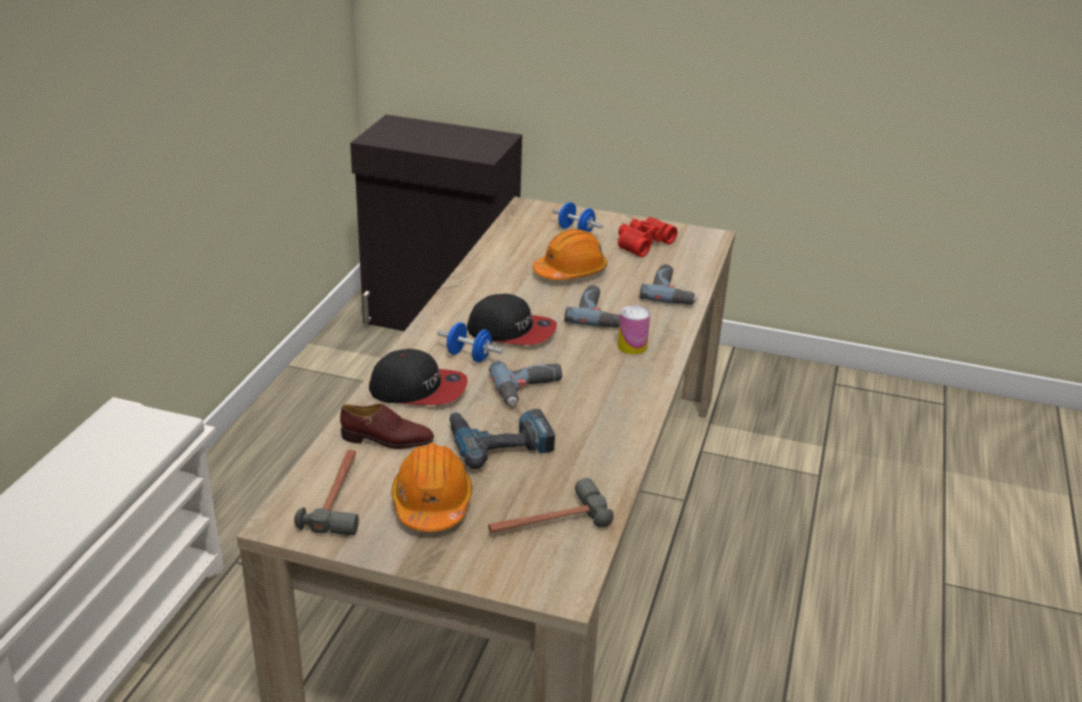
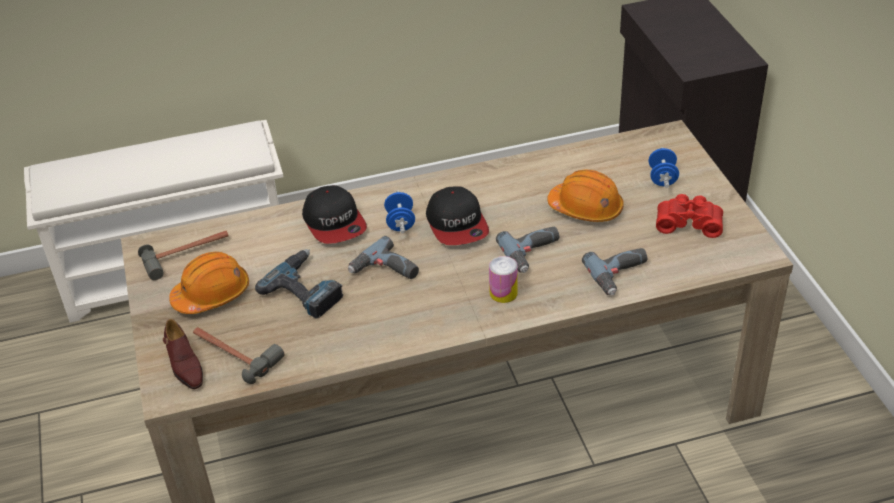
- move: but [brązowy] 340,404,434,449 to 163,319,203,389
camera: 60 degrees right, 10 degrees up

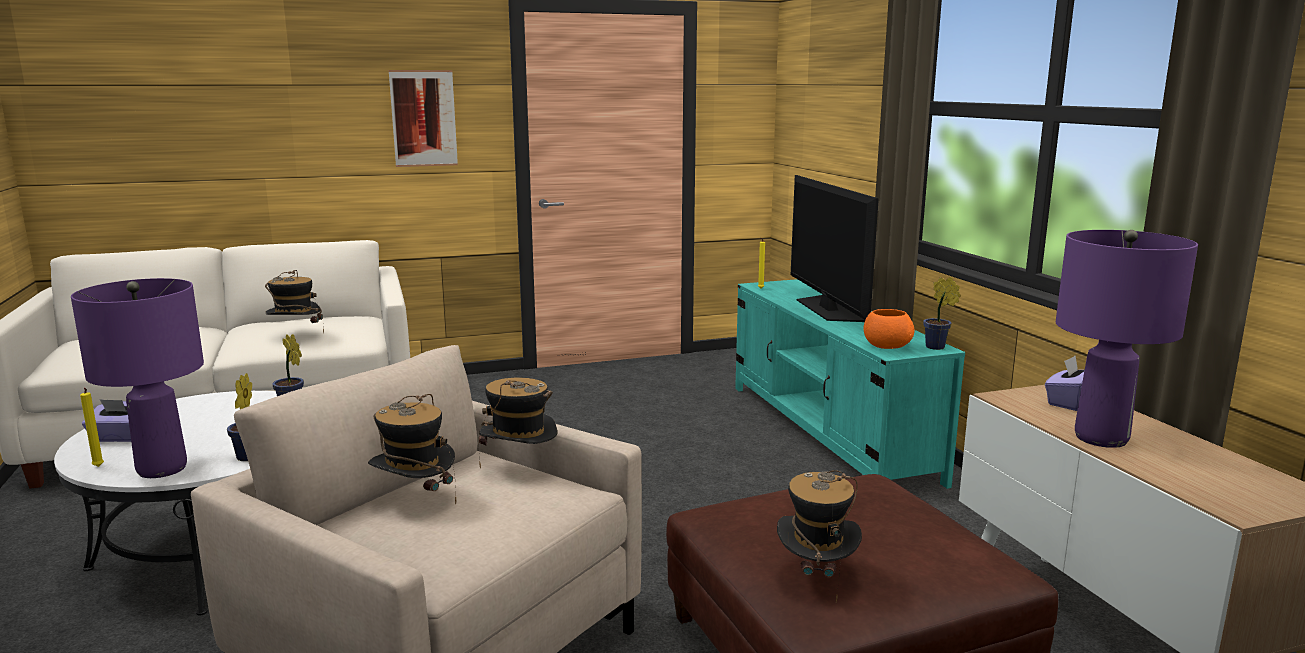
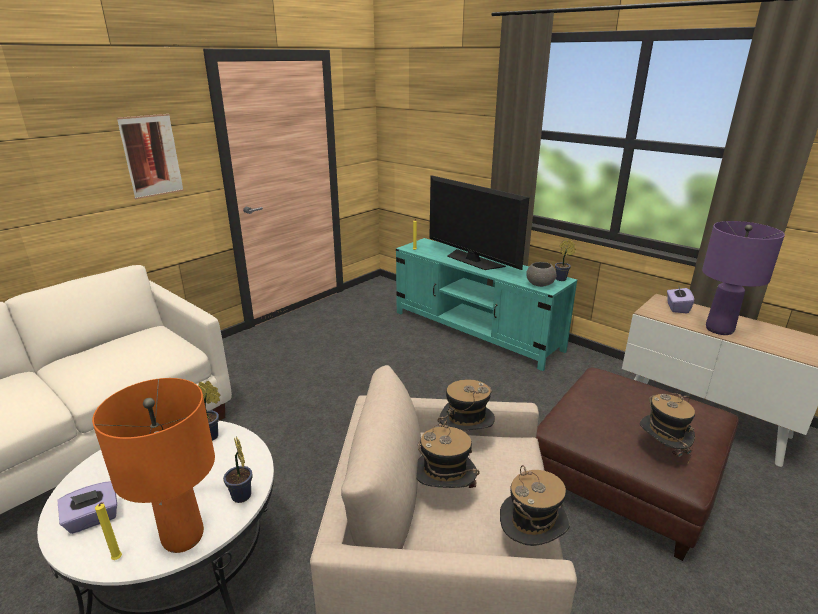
- recolor: lampa stołowa [fioletowy] 71,278,204,478 to lampa stołowa [pomarańczowy] 92,378,215,553
- move: kapelusz 265,270,324,332 to 500,465,570,546
- recolor: miska [pomarańczowy] 863,309,914,349 to miska [szary] 526,262,557,287
camera: 30 degrees left, 10 degrees up

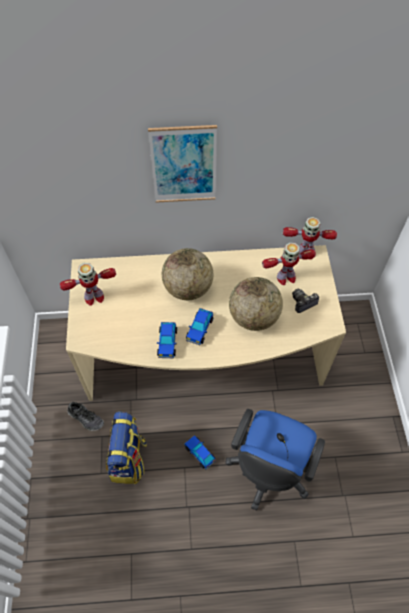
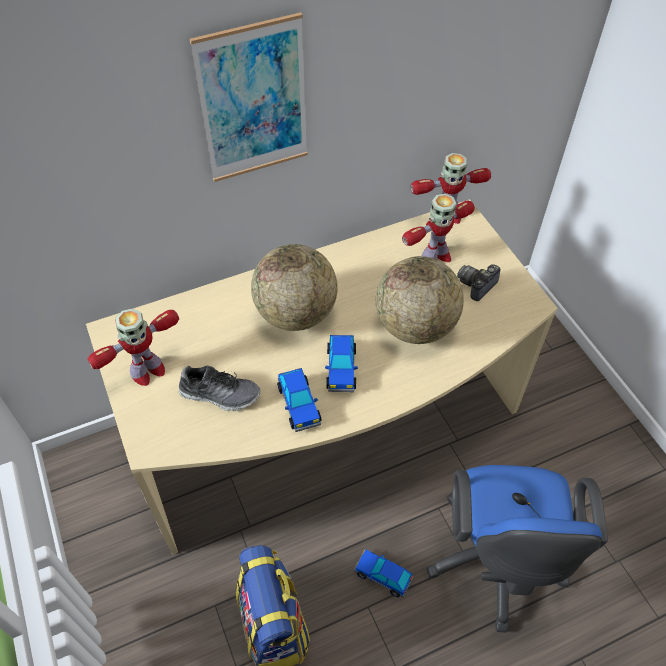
- move: but 68,402,104,431 to 179,365,260,411
camera: 20 degrees left, 5 degrees down

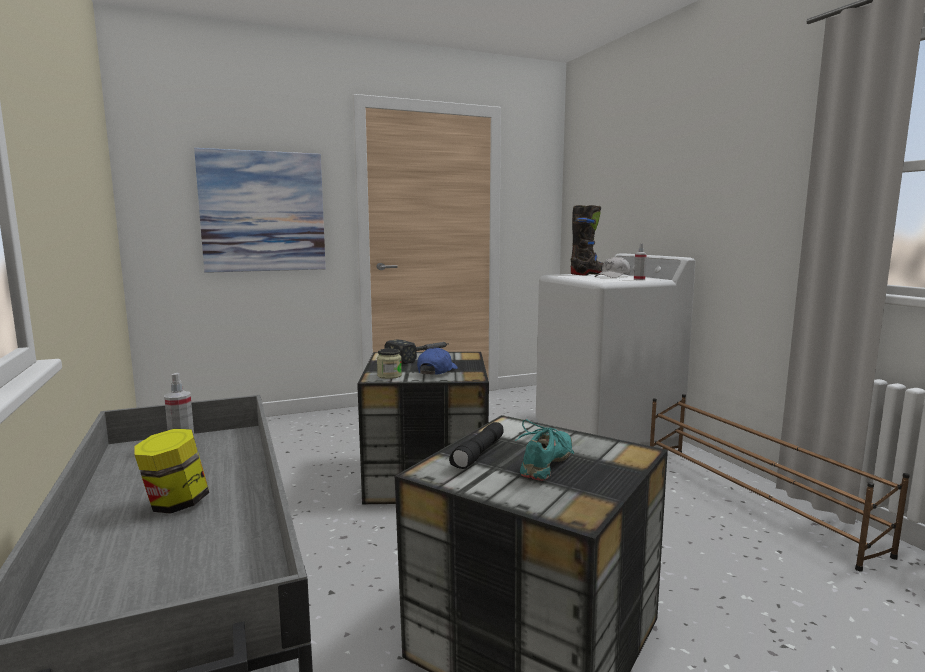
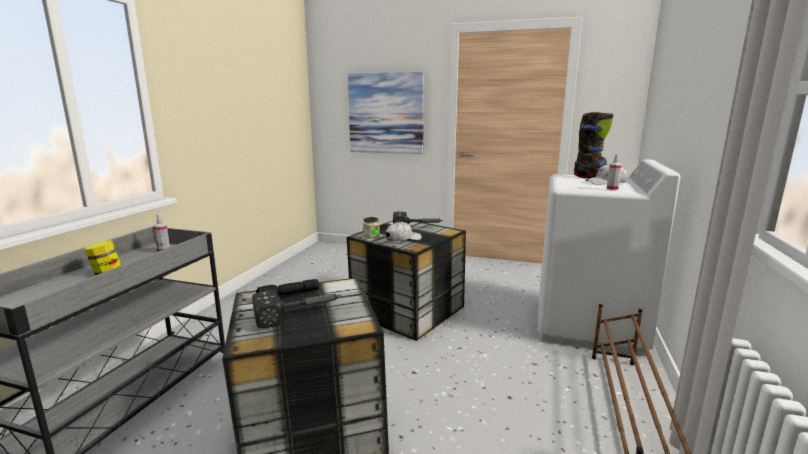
- replace: but [turkusowy] 515,419,574,481 to młotek 252,290,341,328
- recolor: czapka z daszkiem [niebieski] 417,348,458,375 to czapka z daszkiem [biały] 386,222,422,241
camera: 40 degrees right, 5 degrees up

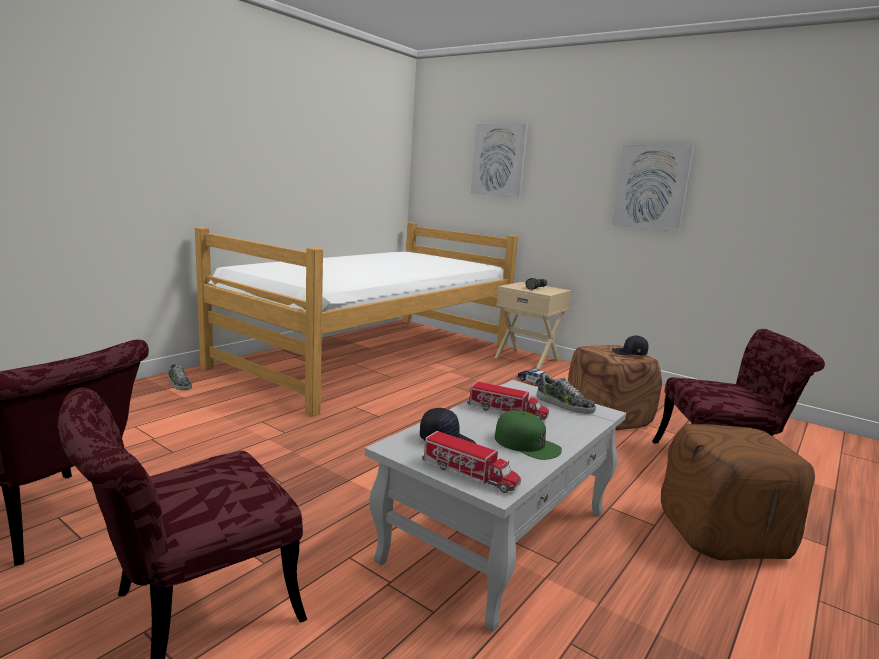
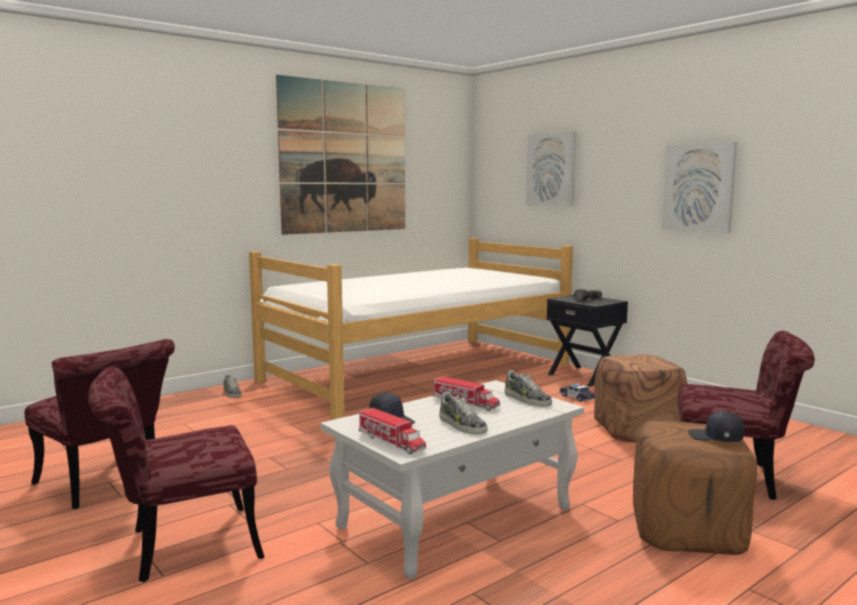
- insert: obraz 276,75,405,235
- replace: czapka z daszkiem [zielony] 495,410,562,460 to but 439,392,488,434
- recolor: szafka nocna [beżowy] 495,282,571,369 to szafka nocna [czarny] 547,295,628,386
- move: czapka z daszkiem [czarny] 612,336,648,355 to 688,411,744,442
camera: 15 degrees right, 5 degrees down

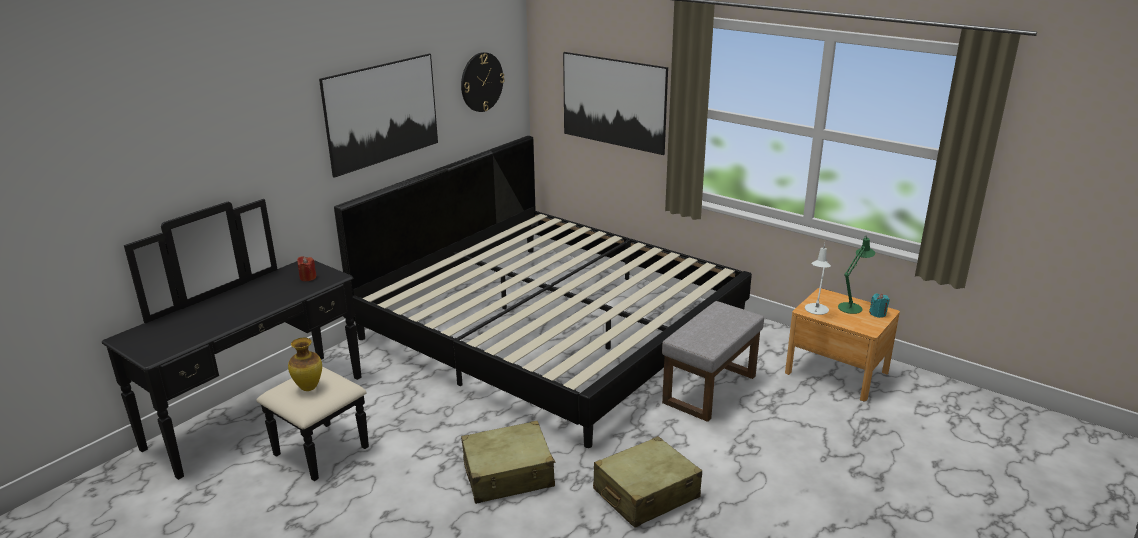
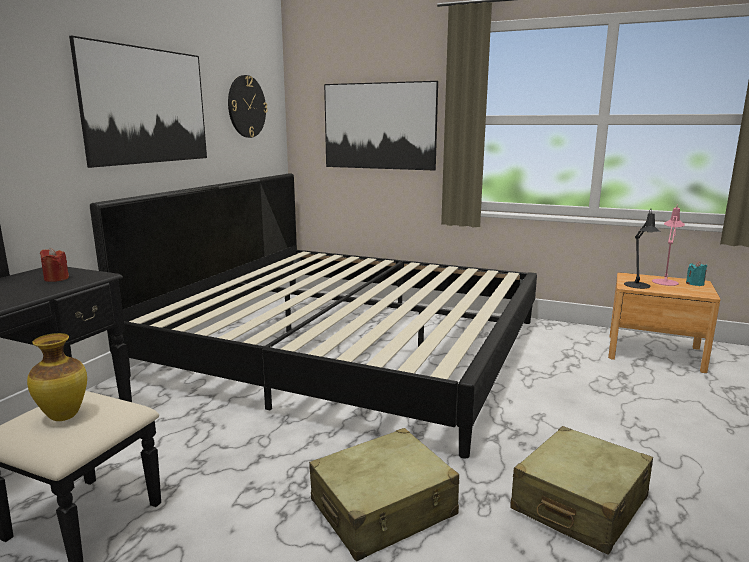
- recolor: lampa stołowa [biały] 805,243,831,315 to lampa stołowa [czarny] 624,208,661,289
- recolor: lampa stołowa [zielony] 838,235,875,314 to lampa stołowa [różowy] 652,206,685,286
- delete: pufa [szary] 662,301,764,422
camera: 15 degrees left, 10 degrees down

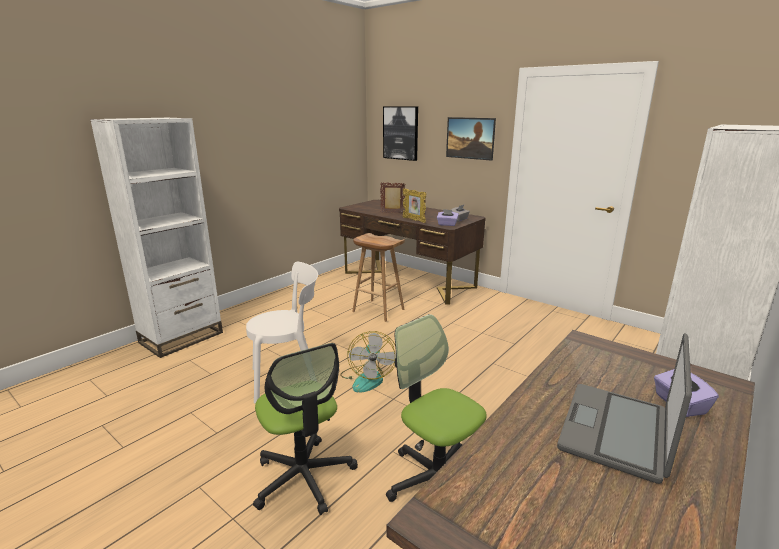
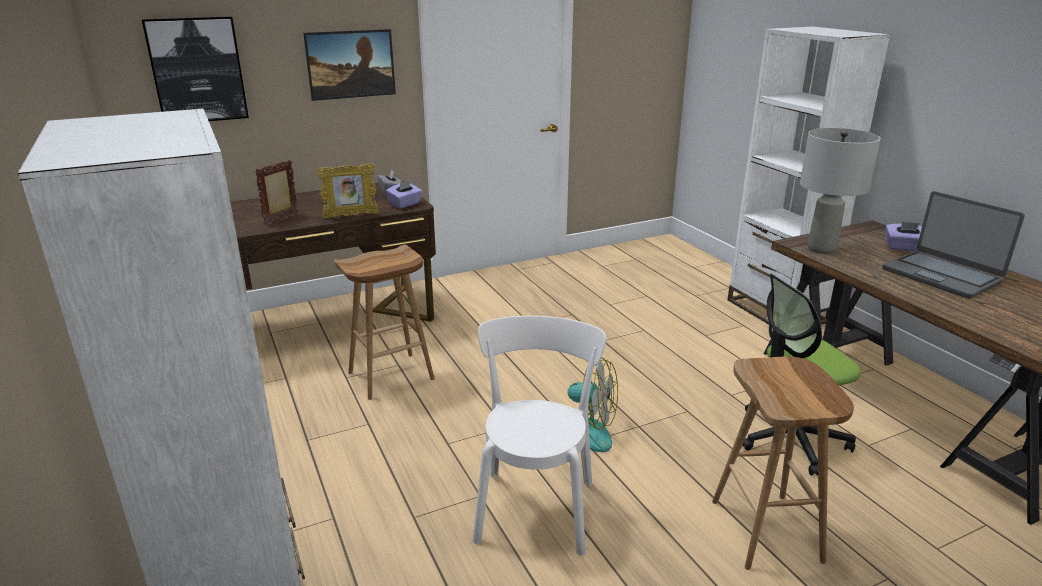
- replace: krzesło biurowe 253,343,358,515 to stołek [brązowy] 712,356,854,570
- insert: lampa stołowa [szary] 800,128,881,254
camera: 65 degrees left, 5 degrees up

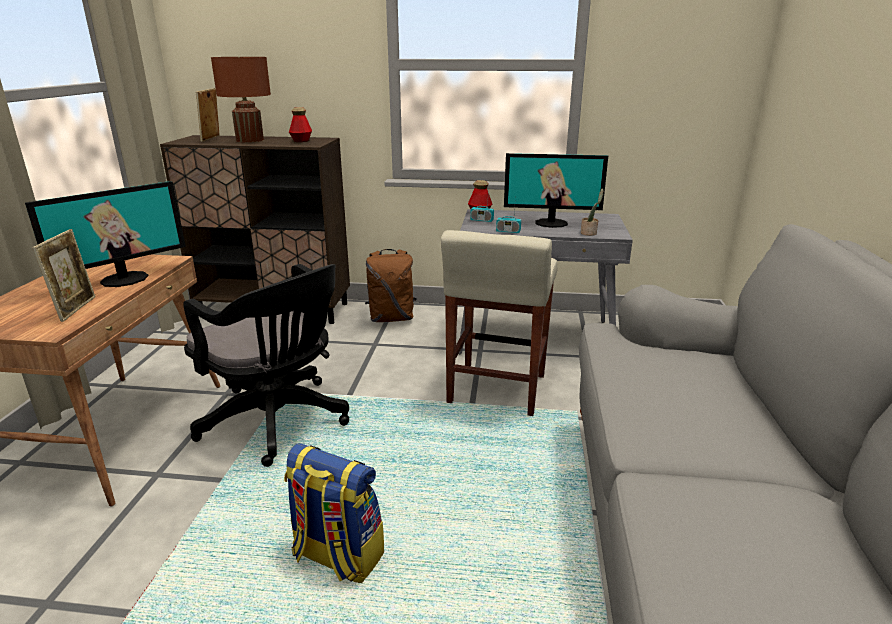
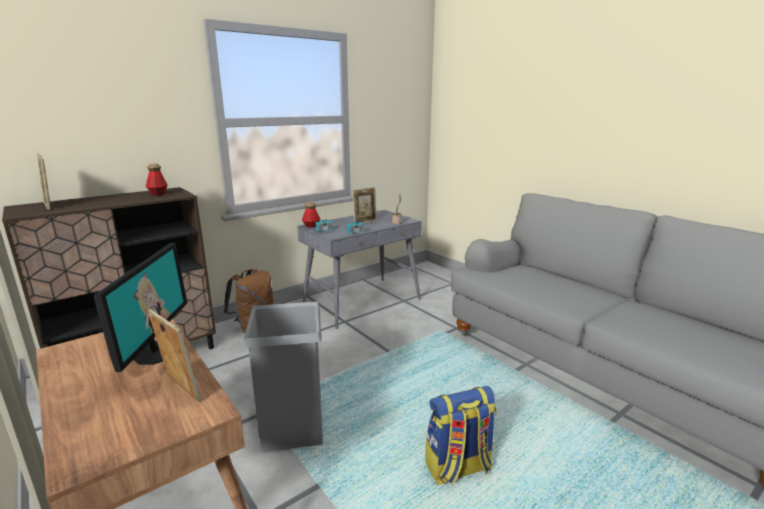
- replace: krzesło biurowe [czarny] 183,264,349,467 to kosz na śmieci [szary] 243,302,323,452
- replace: monitor 504,153,608,228 to ramka na zdjęcie 352,187,377,223
- delete: lampa stołowa [brązowy] 211,57,271,142
- delete: stołek [beżowy] 441,230,557,416
camera: 45 degrees left, 5 degrees down

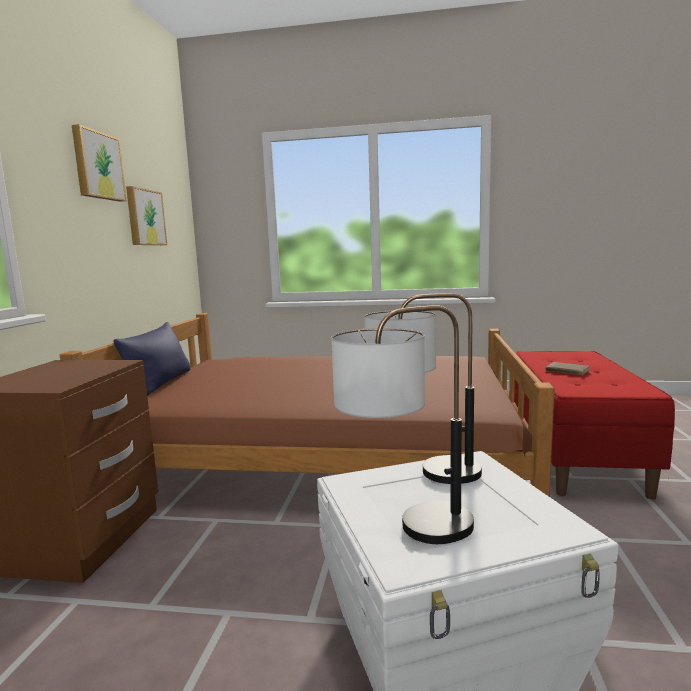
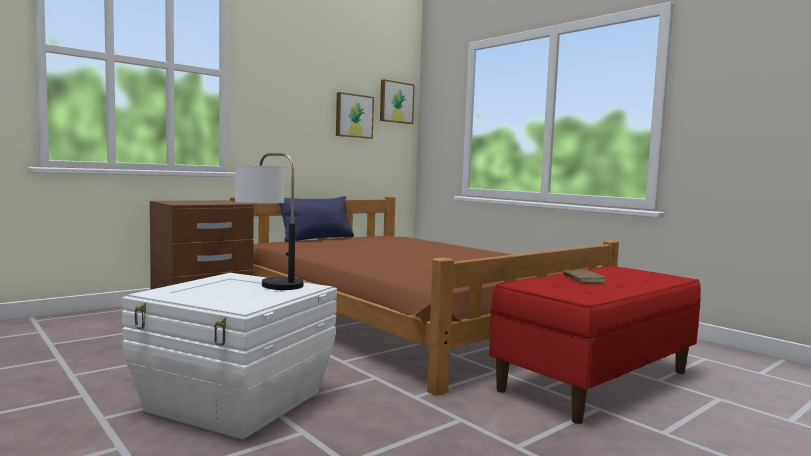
- move: obraz 72,124,127,202 to 380,79,415,124
- delete: lampa stołowa 331,306,474,544
camera: 40 degrees right, 5 degrees down

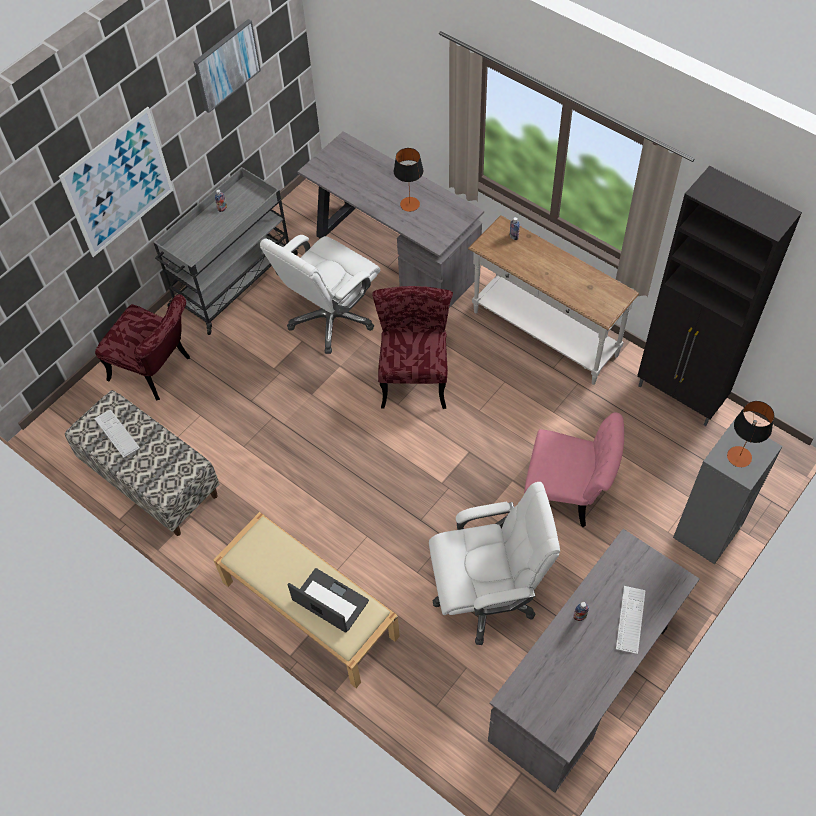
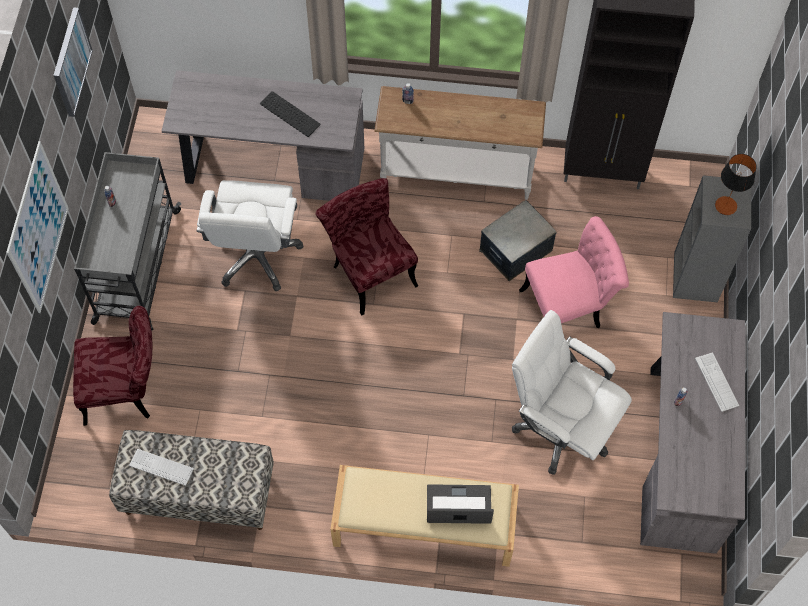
- replace: lampa stołowa 394,148,423,212 to klawiatura 260,91,320,137
- insert: pojemnik do przechowywania 479,200,557,281
- rotate: krzesło biurowe [biały] 429,482,560,645 = 512,310,632,475 105 degrees counterclockwise
camera: 35 degrees left, 5 degrees up

